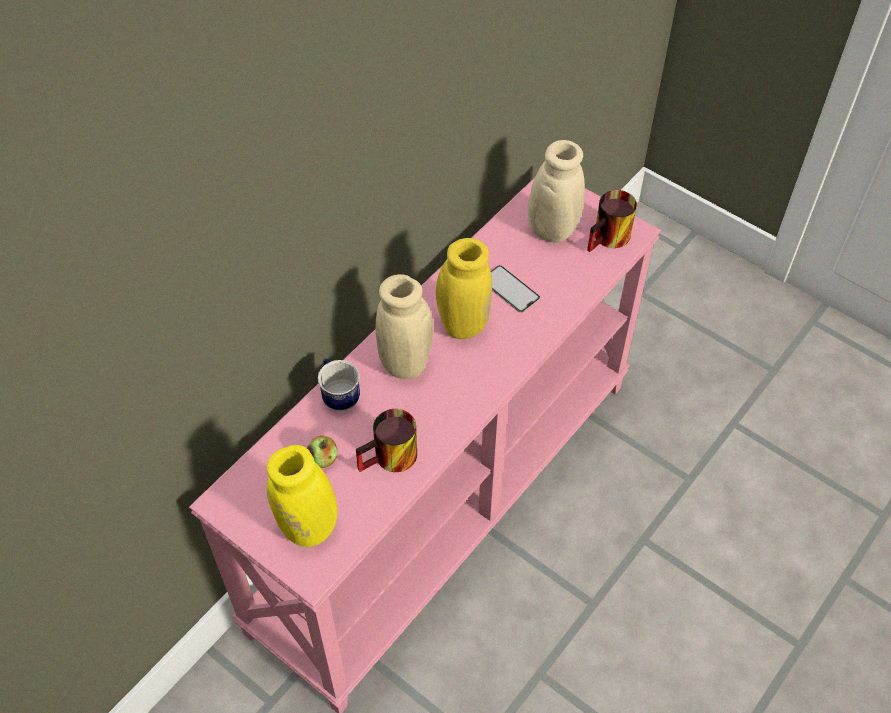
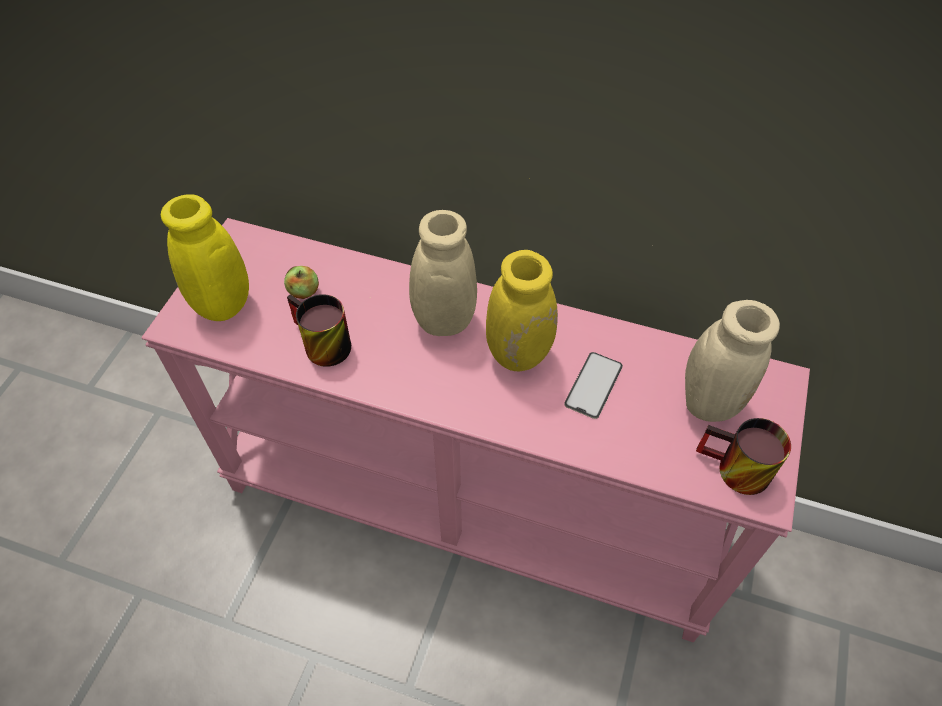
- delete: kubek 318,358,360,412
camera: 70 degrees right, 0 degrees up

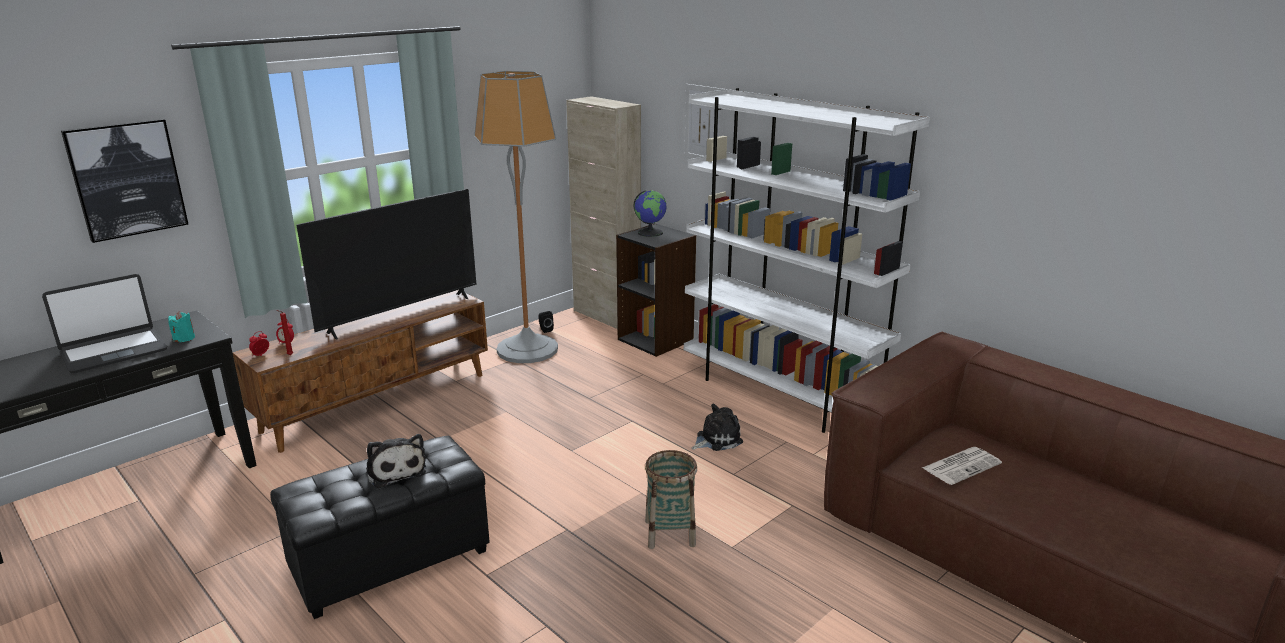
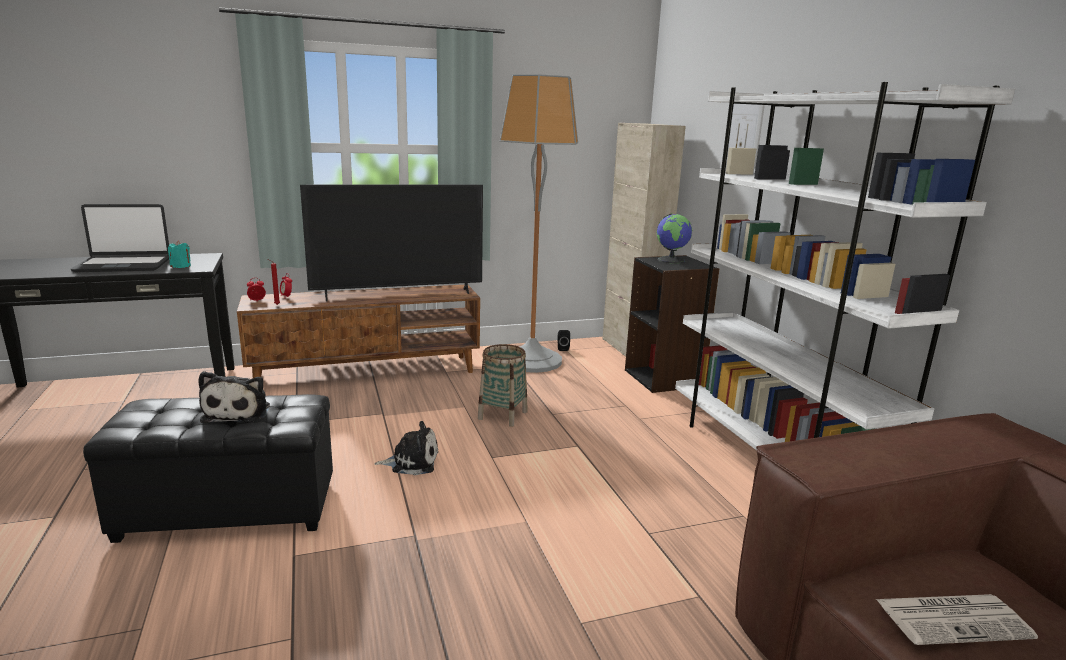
- move: pluszak 692,404,743,451 to 374,421,438,475
- move: koszyk 645,450,697,549 to 478,344,527,427
- delete: obraz 61,119,188,243
camera: 25 degrees right, 5 degrees down

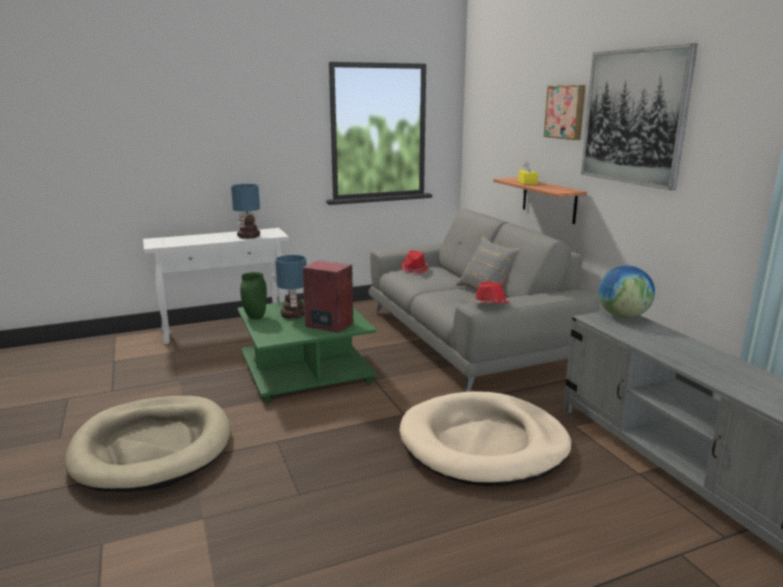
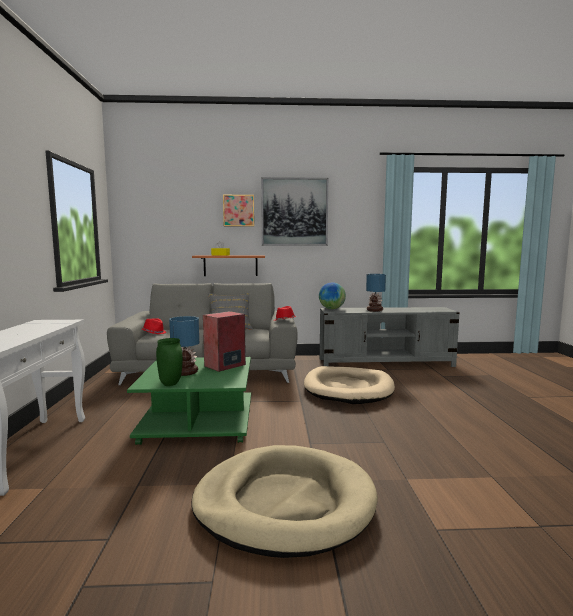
- move: lampa stołowa 231,184,260,239 to 366,274,386,312
camera: 70 degrees left, 10 degrees down

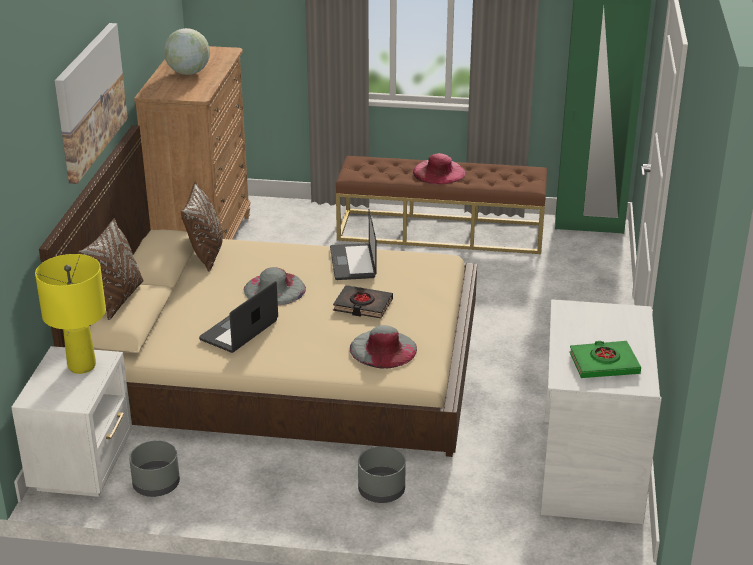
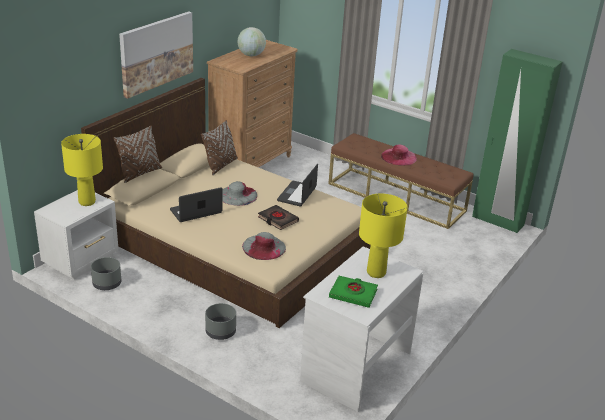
- insert: lampa stołowa [żółty] 359,193,408,278
camera: 25 degrees right, 0 degrees up

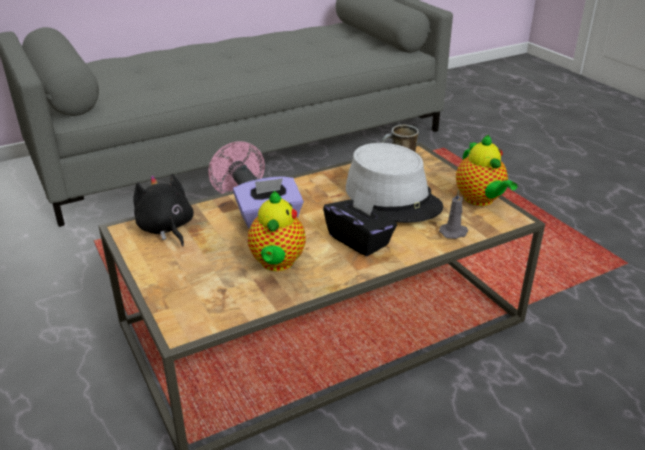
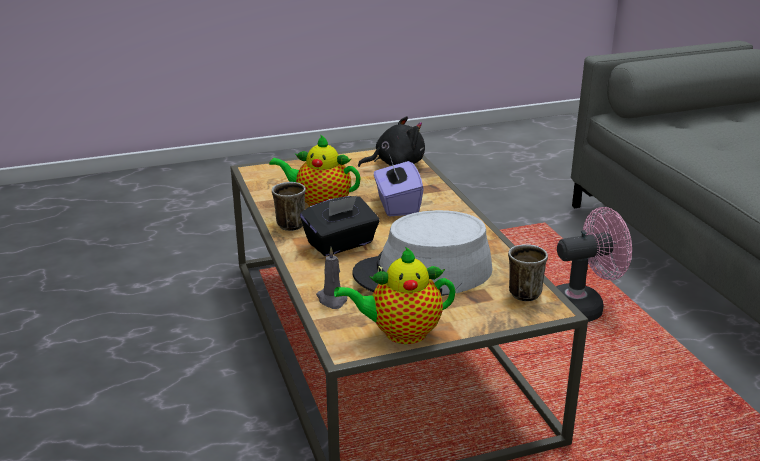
- insert: kubek 272,182,306,231
camera: 100 degrees right, 5 degrees down

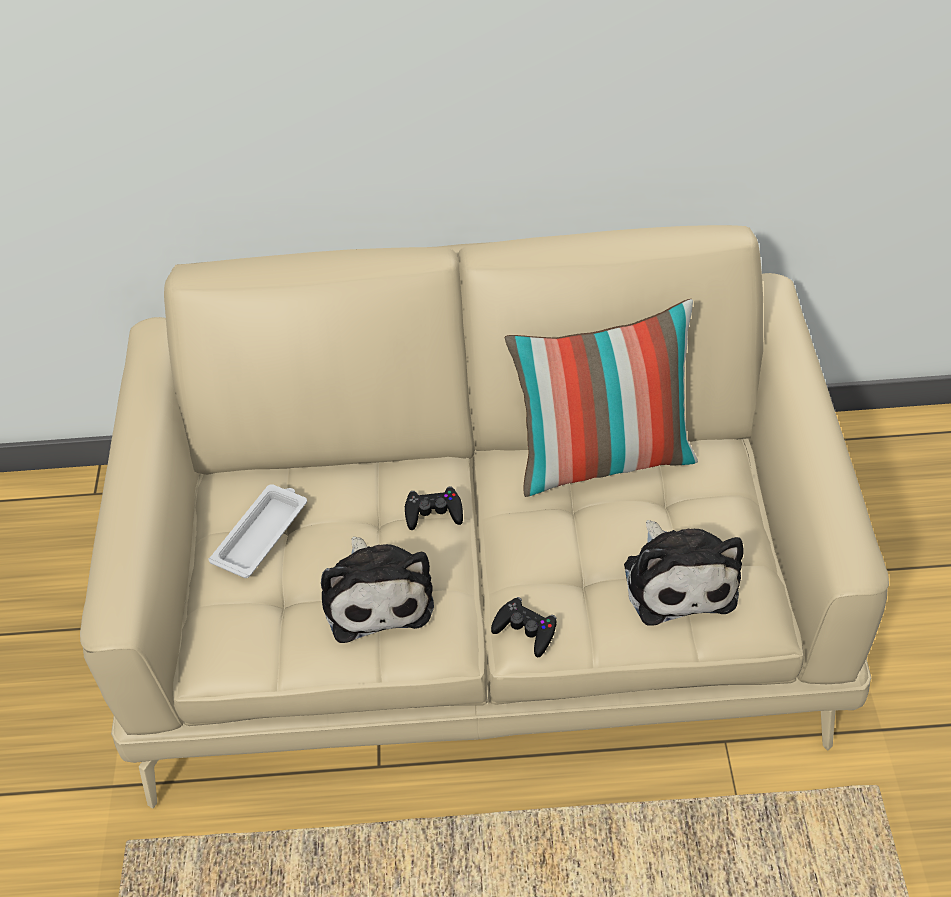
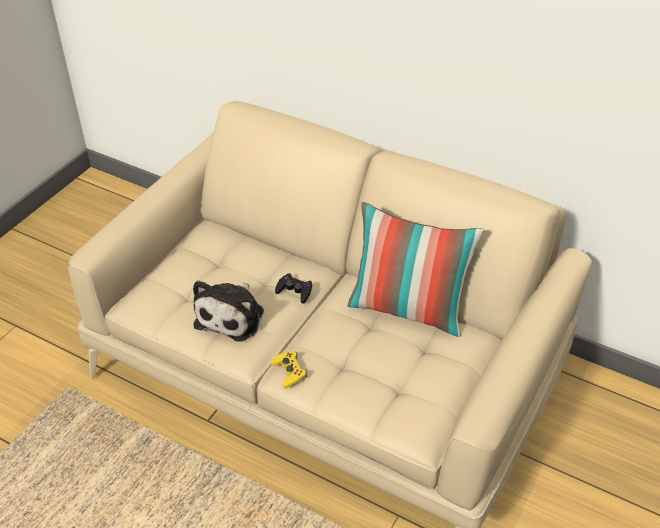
- recolor: pad do gier [czarny] 491,597,556,657 to pad do gier [żółty] 271,351,307,389
- delete: taca [biały] 208,484,307,578
- delete: pluszak 624,520,744,626
camera: 30 degrees right, 5 degrees down

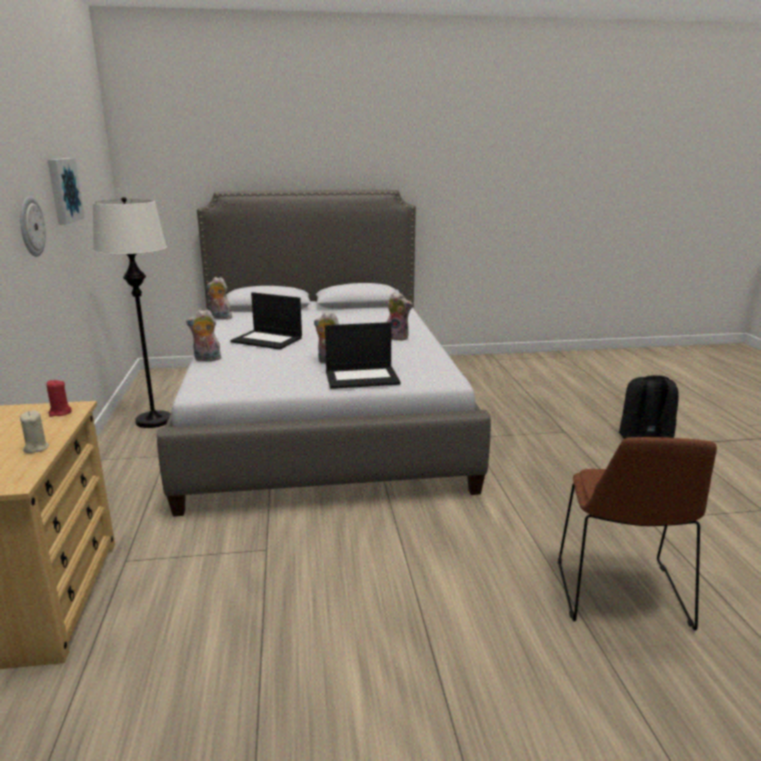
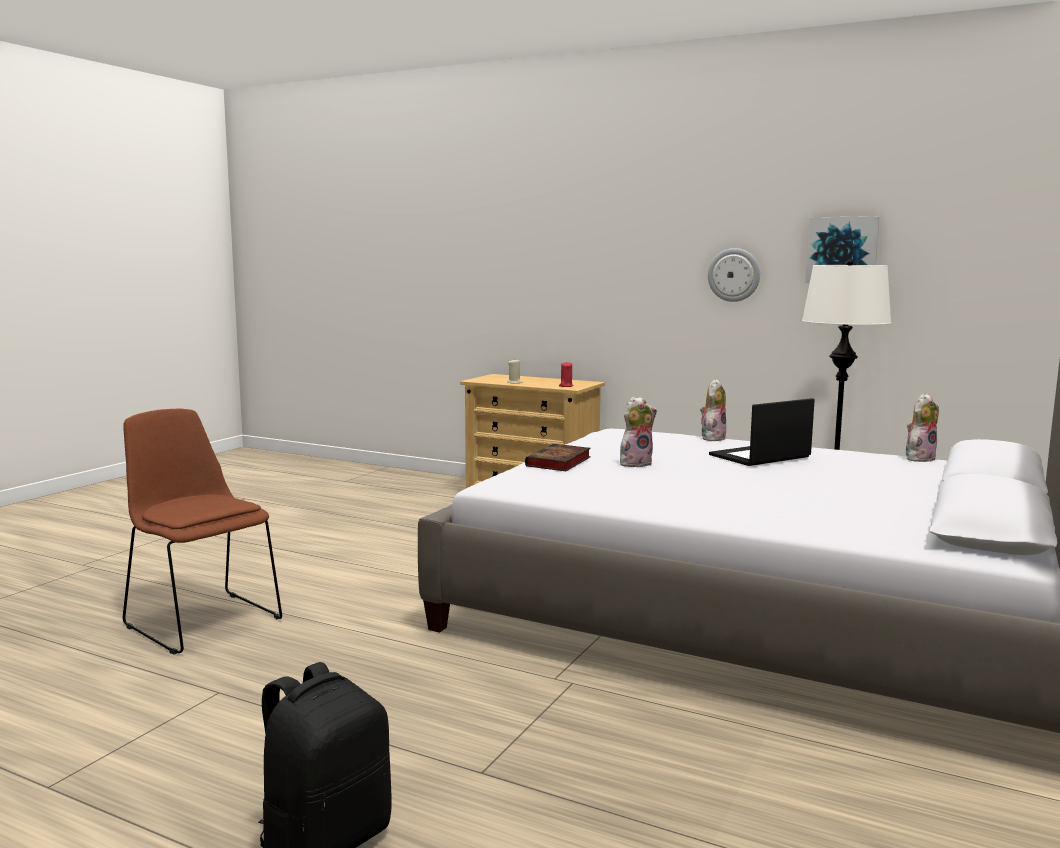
- replace: laptop 325,322,401,389 to książka 525,444,591,471
- delete: pluszak 387,293,413,341
camera: 125 degrees right, 10 degrees down

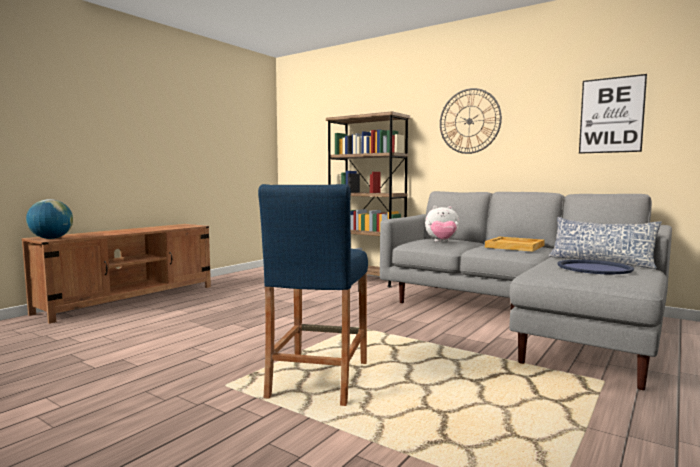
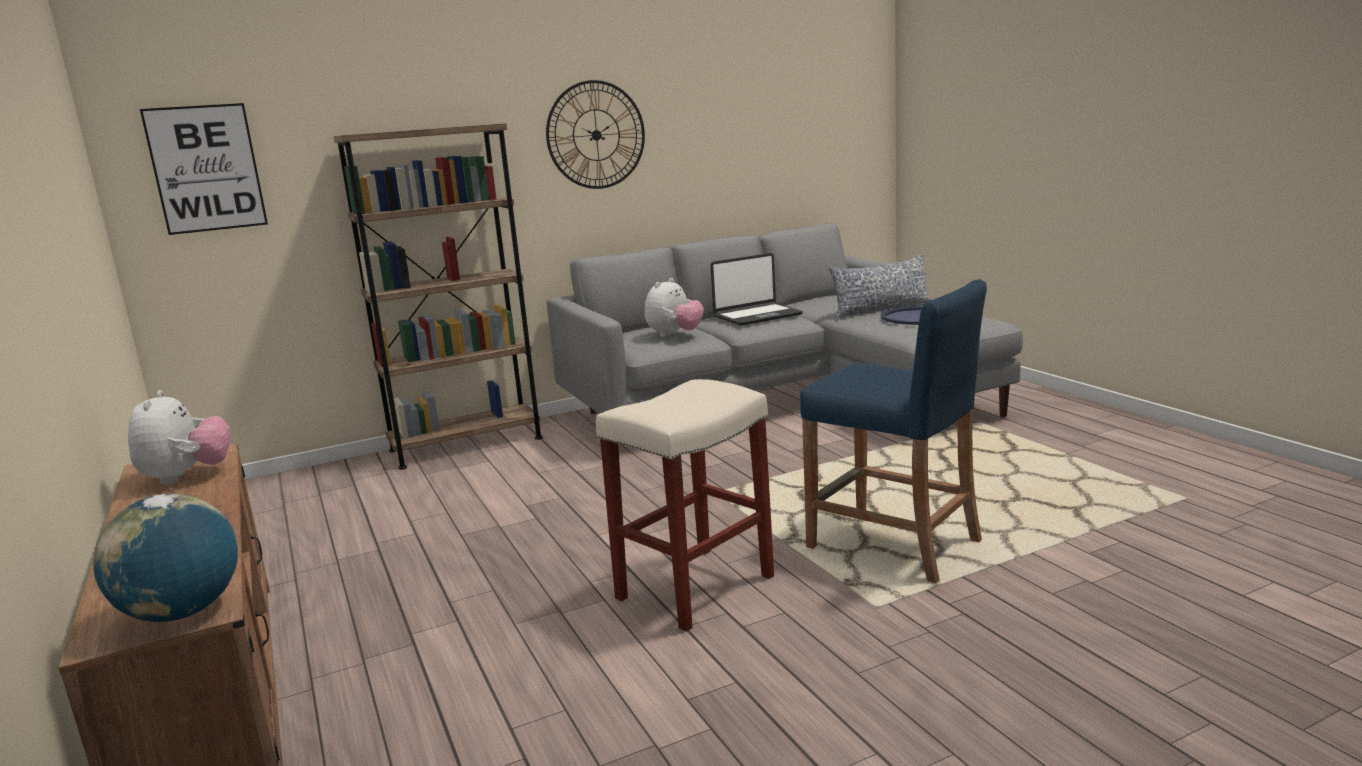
- insert: pluszak 128,390,231,485
- move: obraz 579,74,647,154 to 140,103,268,235
- insert: stołek [beżowy] 596,379,774,632
- replace: taca [beżowy] 485,237,545,252 to laptop 710,253,803,326
camera: 60 degrees left, 10 degrees up

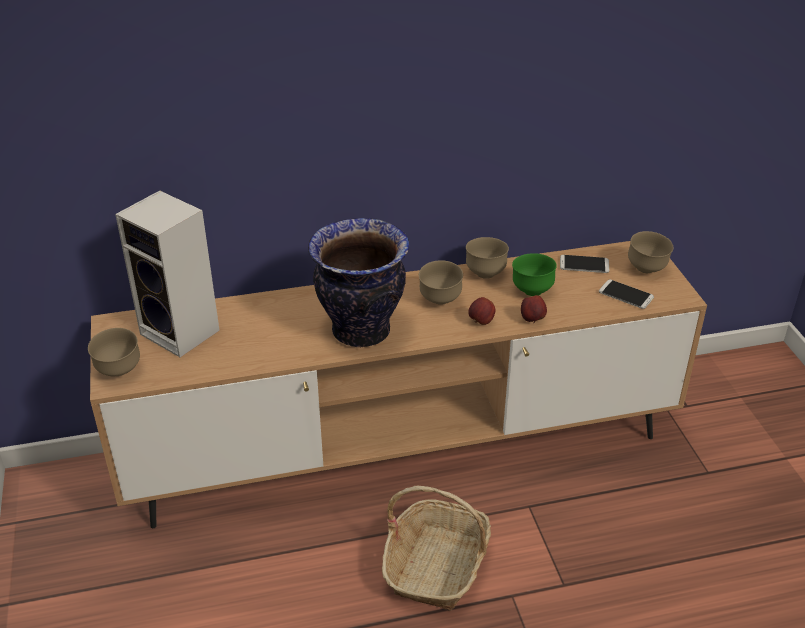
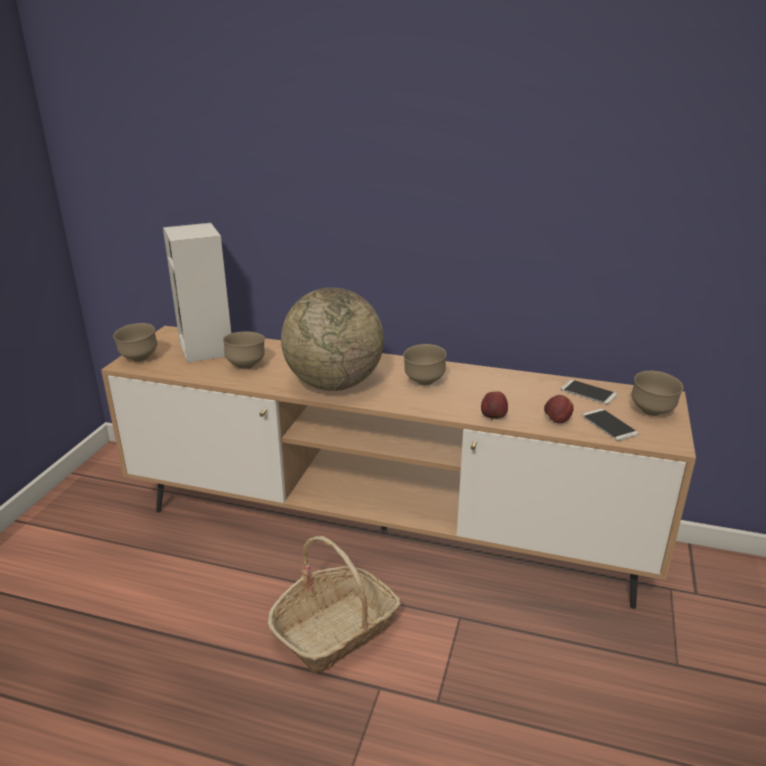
- move: miska [brązowy] 466,237,509,279 to 223,332,265,369
- replace: wazon 308,218,409,347 to globus 281,288,384,391
- move: jabłko 468,297,495,325 to 544,395,574,423
- delete: miska [zielony] 512,253,557,296
camera: 30 degrees right, 10 degrees down

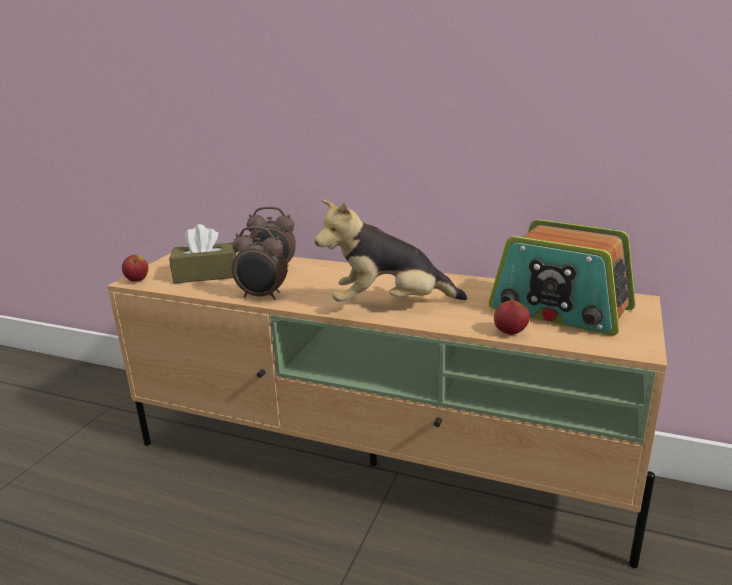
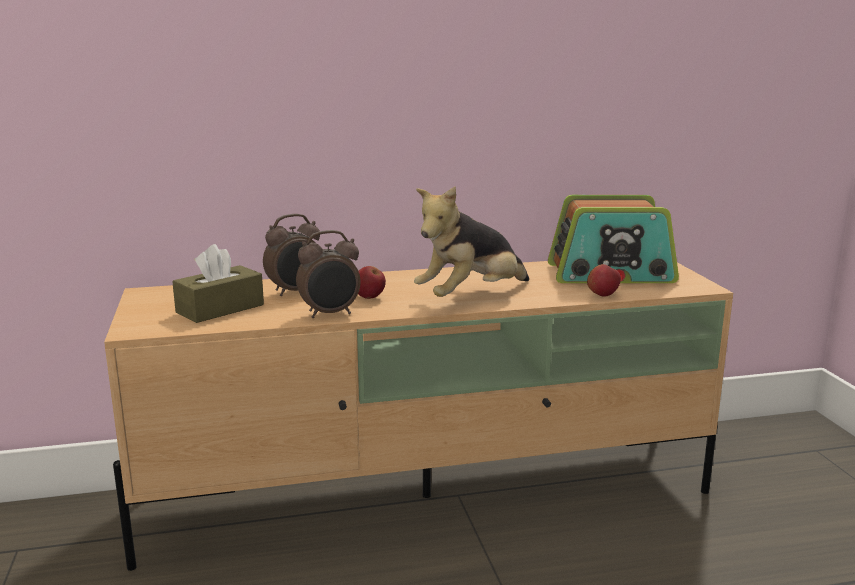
- move: jabłko 122,255,148,282 to 358,266,386,299
camera: 35 degrees left, 5 degrees down

